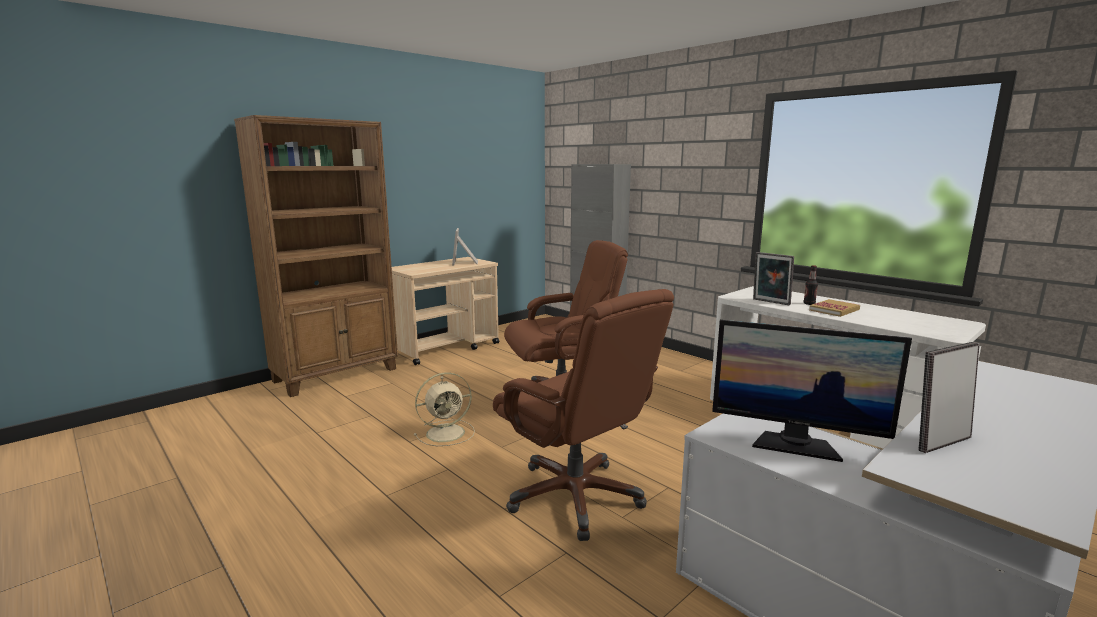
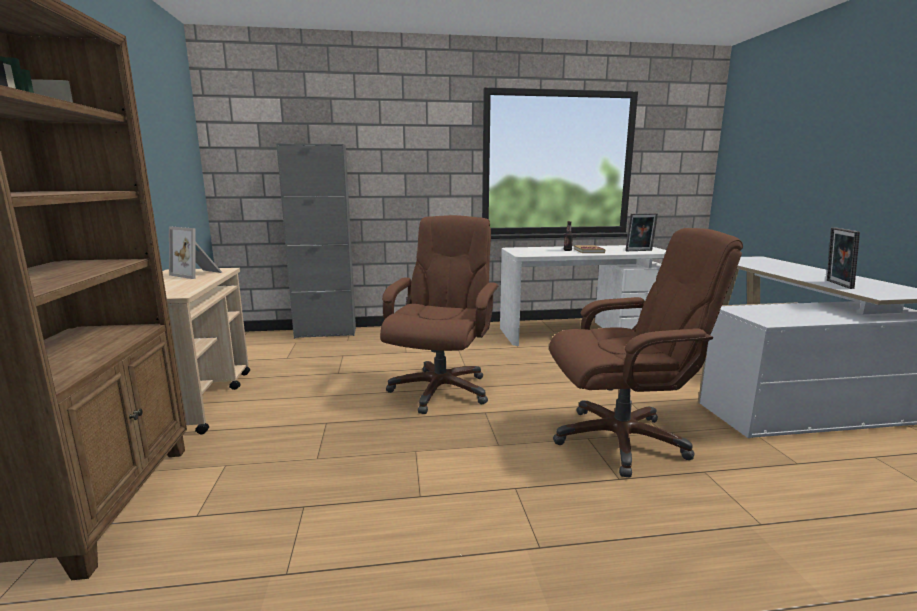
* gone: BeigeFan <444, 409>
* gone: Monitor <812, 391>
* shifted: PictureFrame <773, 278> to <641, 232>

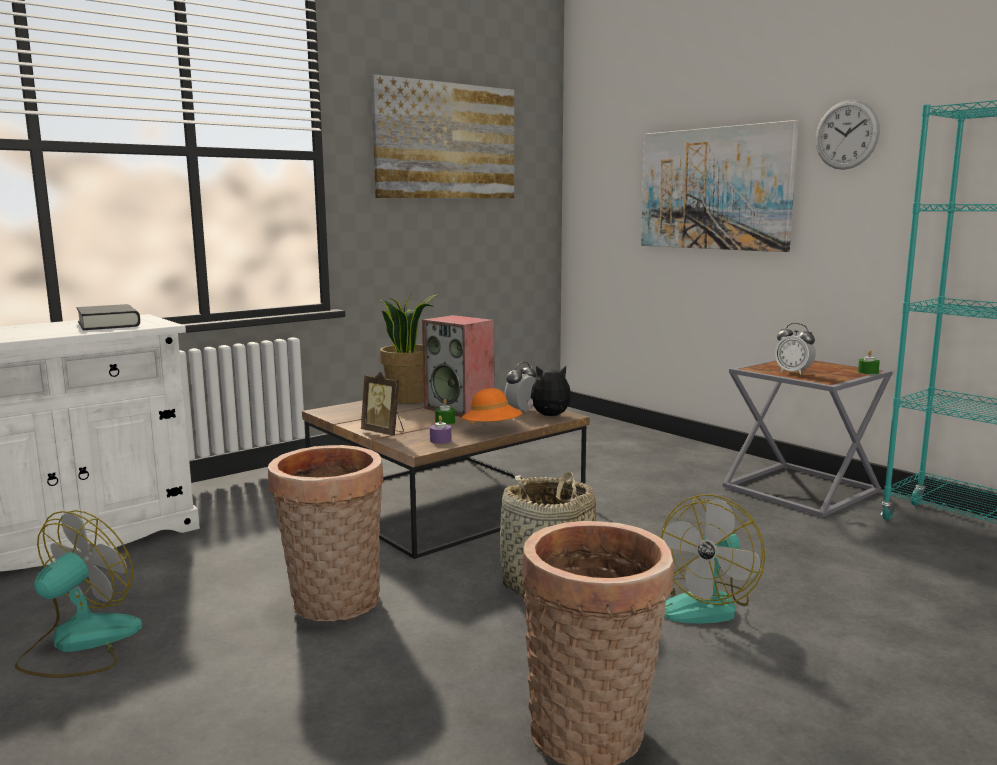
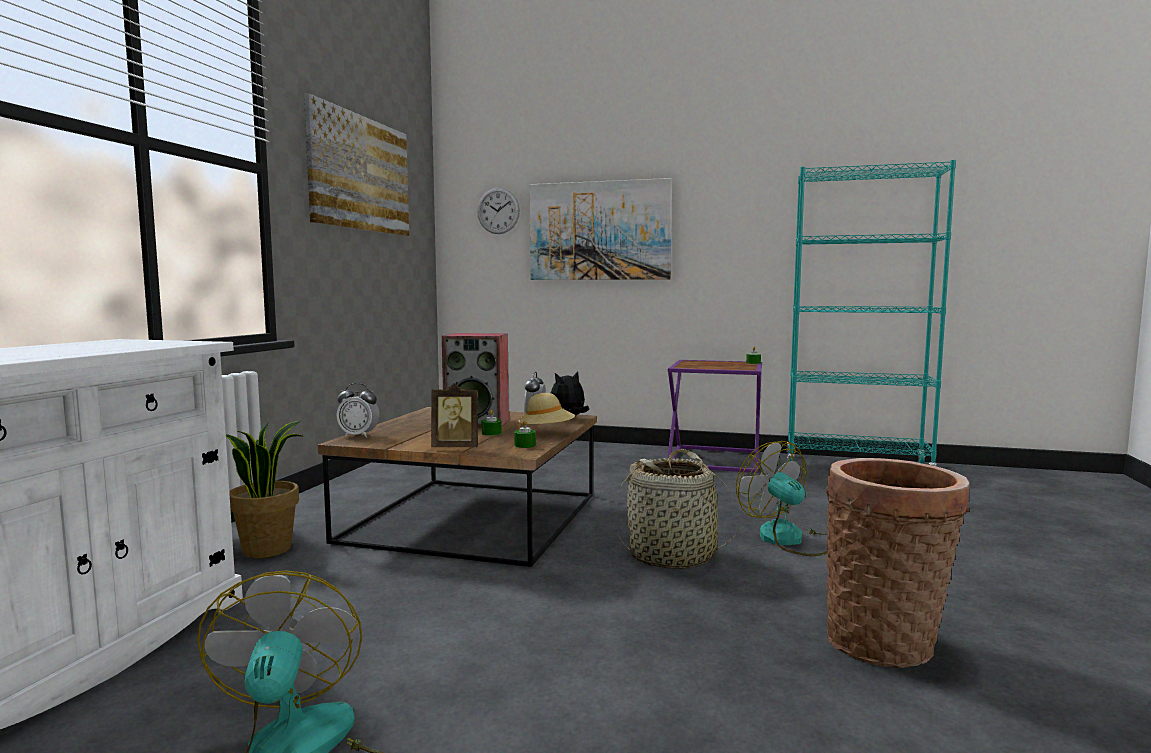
* gone: BlackBook <108, 317>
* gone: Basket <326, 533>
* shifted: PottedPlant <410, 348> to <264, 489>
* shifted: AlarmClock <795, 349> to <358, 410>
* shifted: WallClock <847, 135> to <498, 211>
* repainted: PurpleCandle <440, 430> to GreenCandle <525, 434>
* repainted: OrangeHat <492, 406> to BeigeHat <547, 411>
* repainted: GreySideTable <808, 438> to PurpleSideTable <714, 416>
* rotated: Fan <713, 559> = <782, 498> 150 degrees clockwise

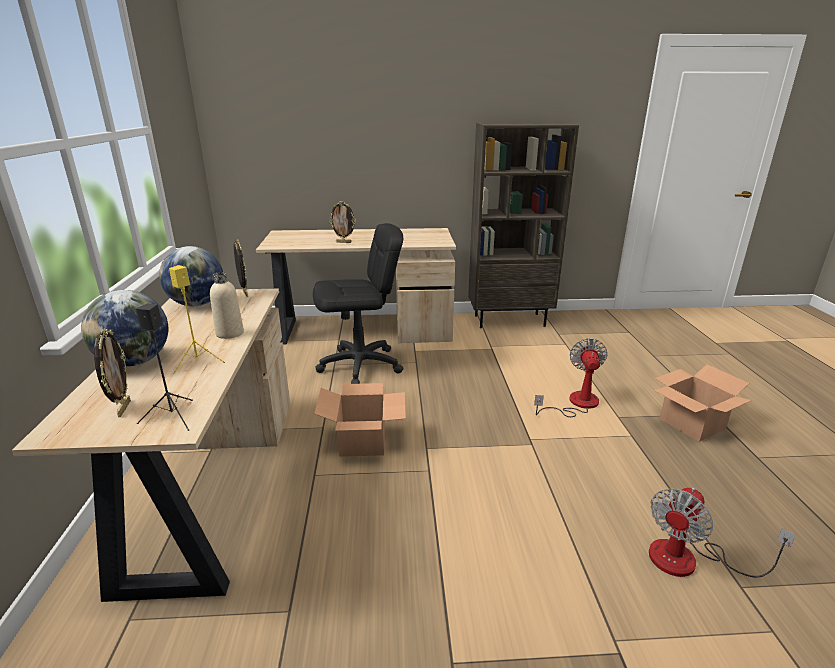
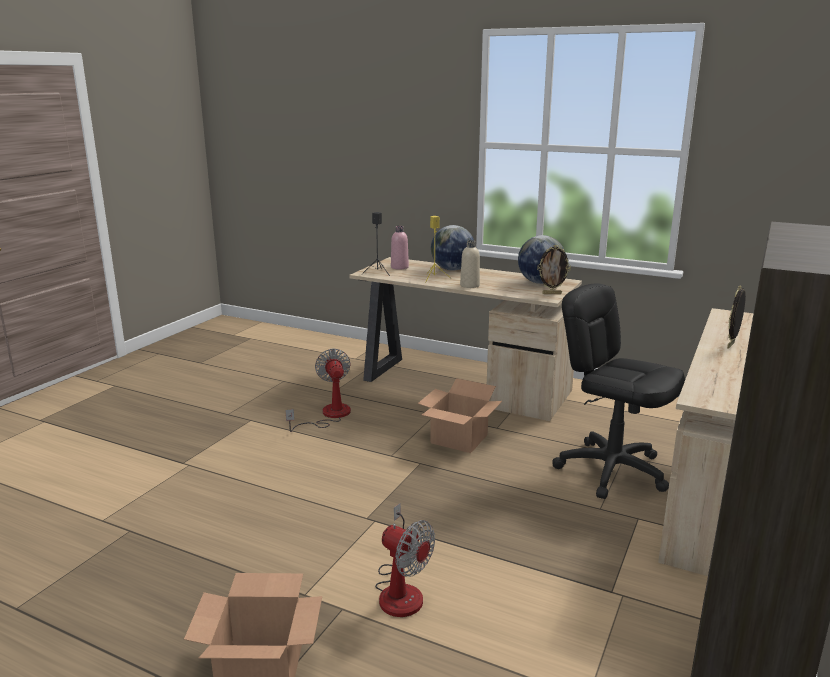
* shifted: Fan <722, 533> to <318, 390>
* swapped: PictureFrame <112, 372> to PinkBottle <400, 248>
* rotated: BlackOfficeChair <358, 303> = <618, 391> 120 degrees clockwise

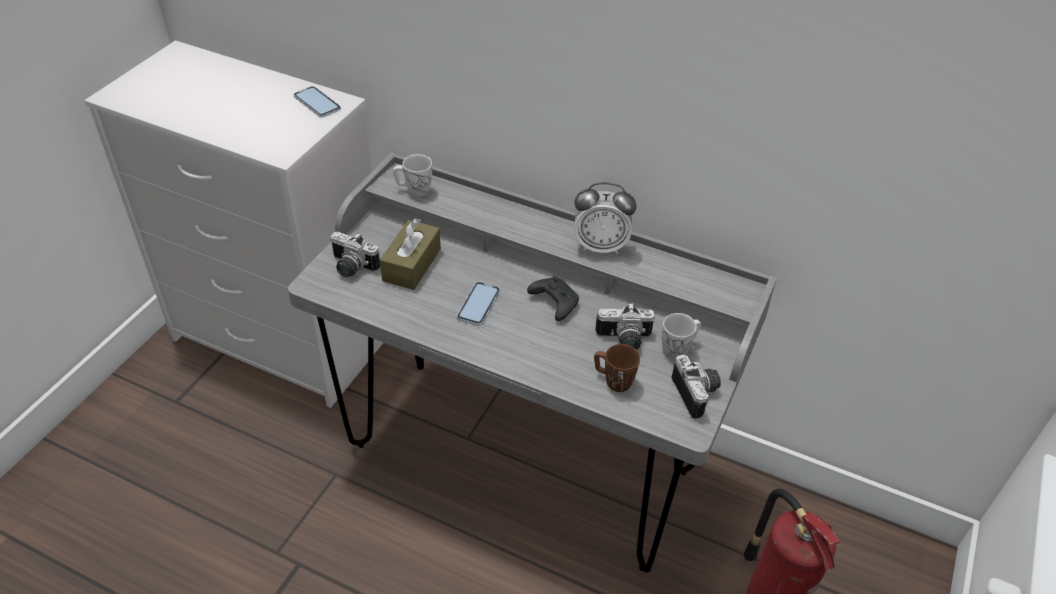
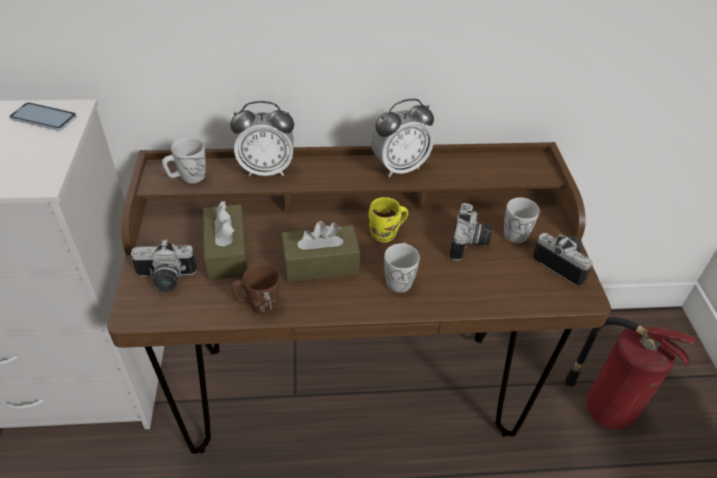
* new: AlarmClock <262, 139>
* new: WhiteMug <402, 268>
* shifted: BrownMug <617, 368> to <255, 289>
* swapped: Phone <478, 304> to BrownTissueBox <320, 251>
* swapped: BlackGameController <553, 298> to YellowMug <388, 219>
* repainted: GreyDesk <532, 362> to BrownDesk <359, 298>
* rotated: PhotoCamera <625, 326> = <471, 232> 45 degrees counterclockwise

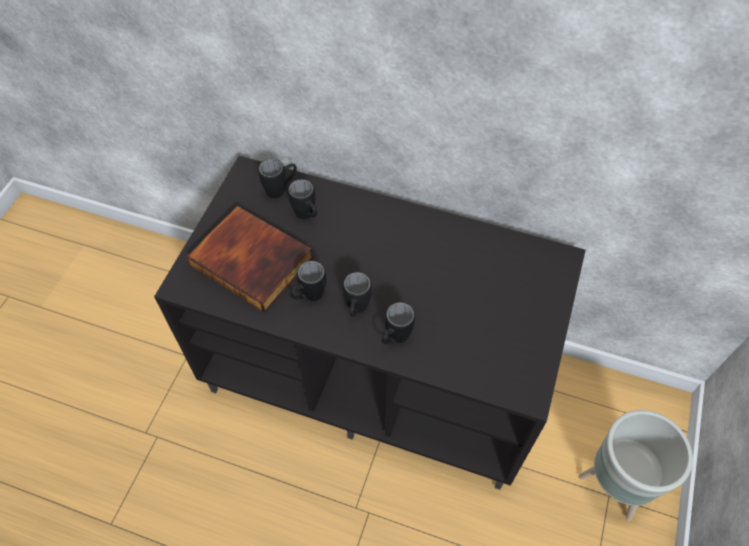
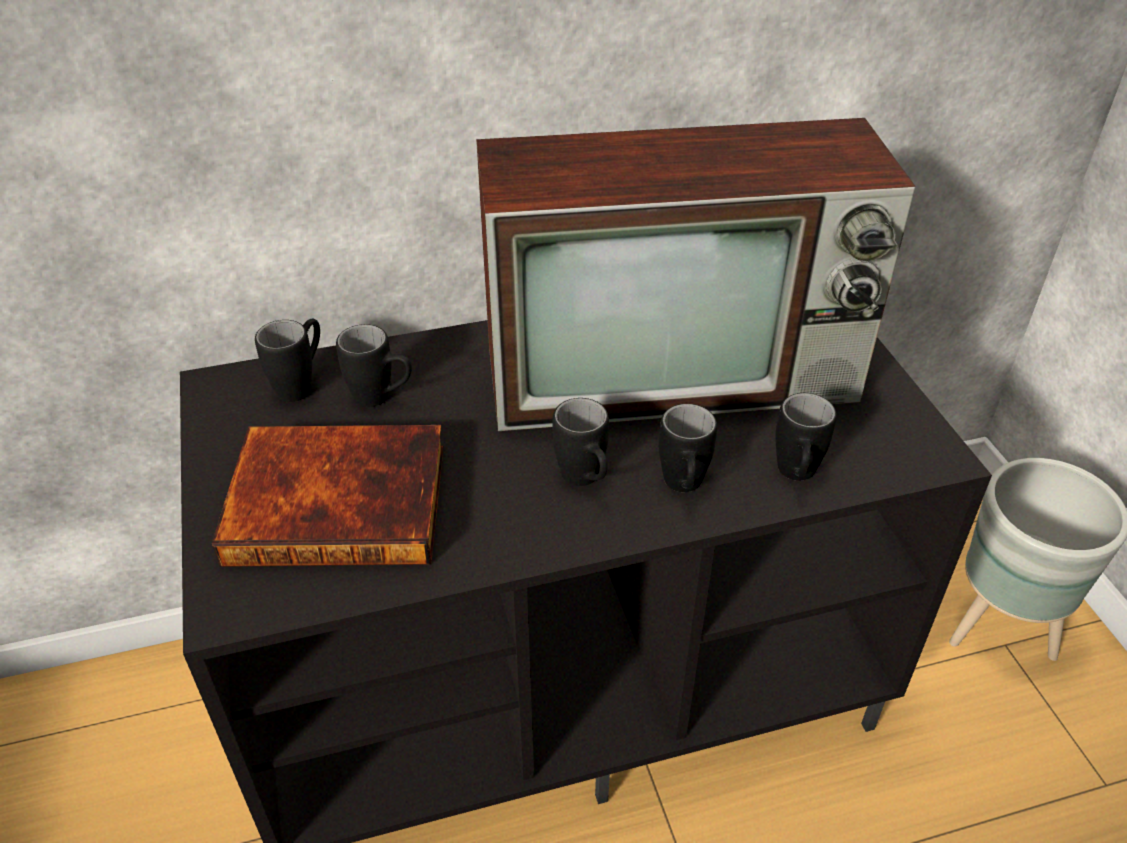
* new: Television <696, 274>
* shifted: BlackMug <308, 281> to <806, 437>

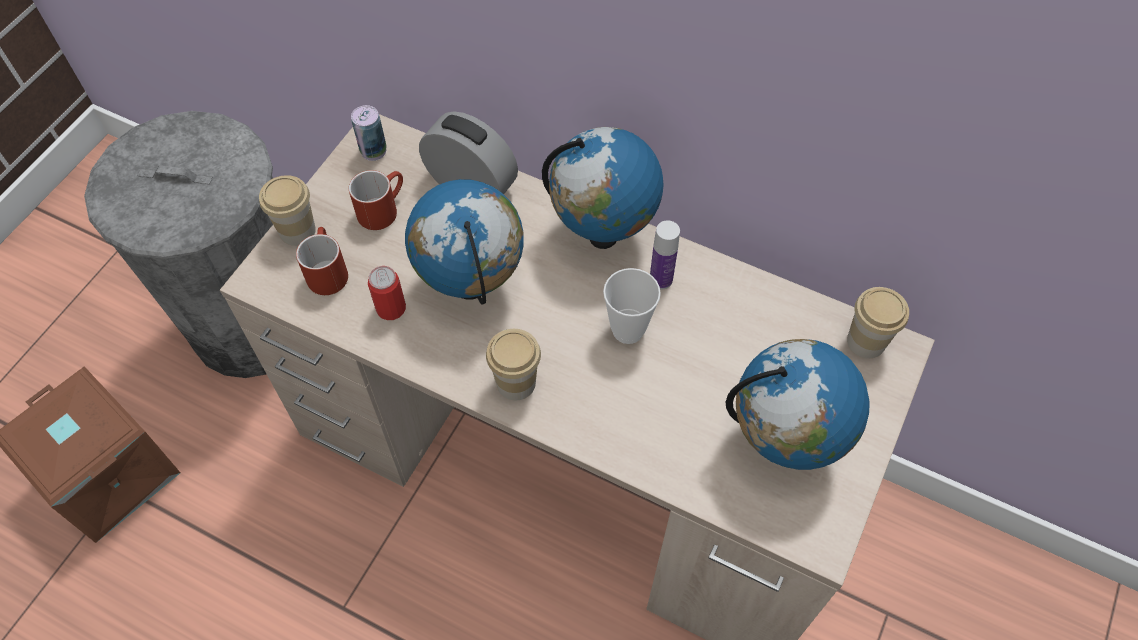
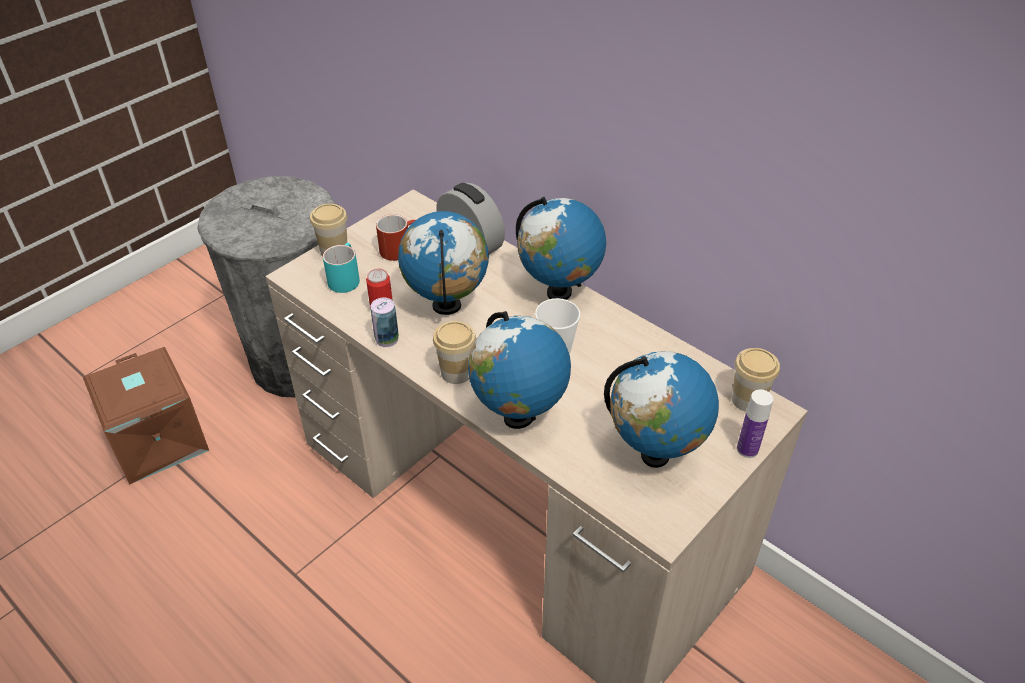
* new: Globe <519, 370>
* shifted: Can <369, 133> to <385, 322>
* shifted: Bottle <665, 254> to <755, 423>
* repainted: RedMug <322, 261> to TurquoiseMug <341, 268>

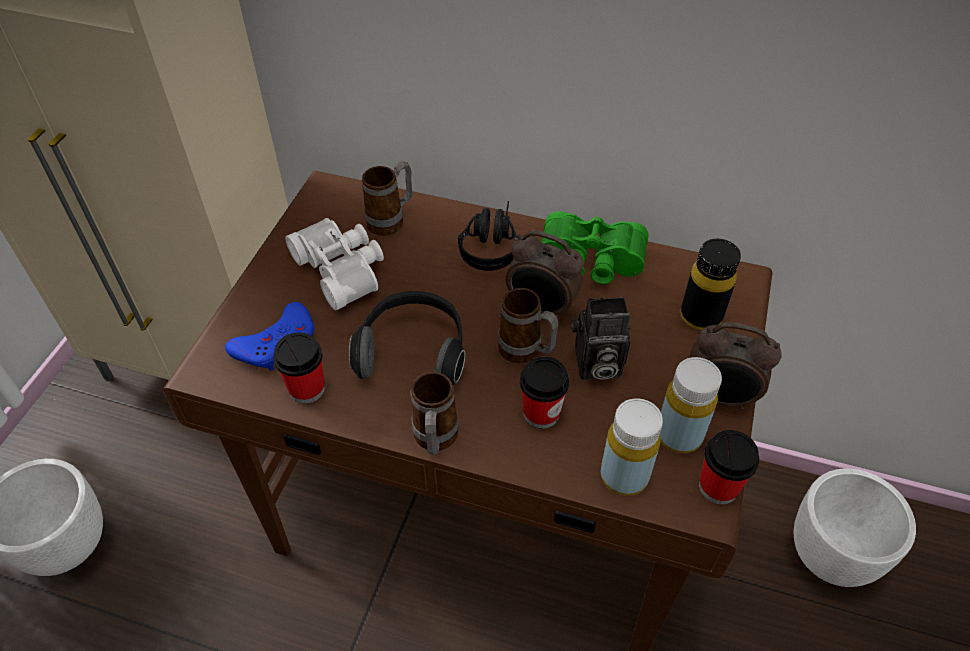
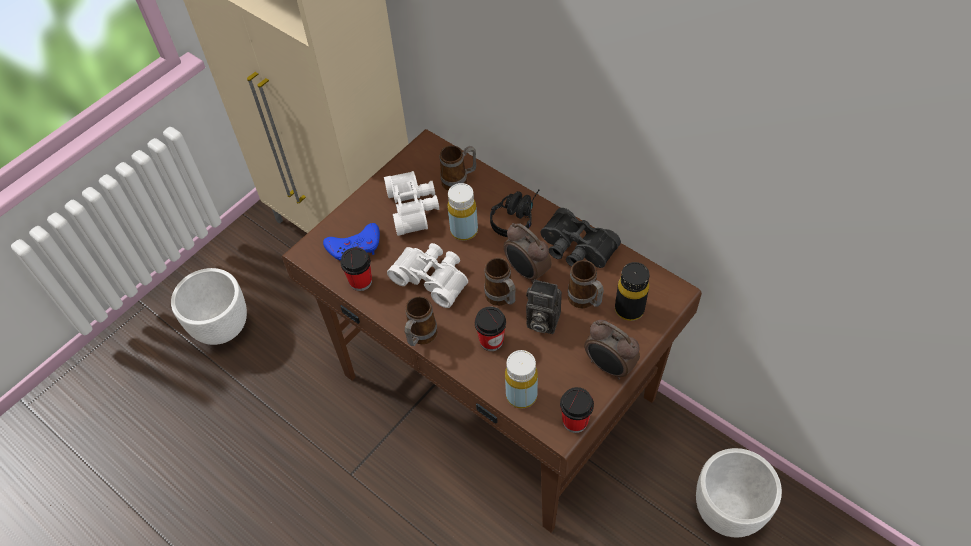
* new: Mug <586, 284>
* shifted: YellowBottle <691, 405> to <462, 211>
* swapped: Headphones <407, 338> to WhiteBinoculars <427, 275>
* repainted: GreenBinoculars <595, 247> to BlackBinoculars <581, 238>

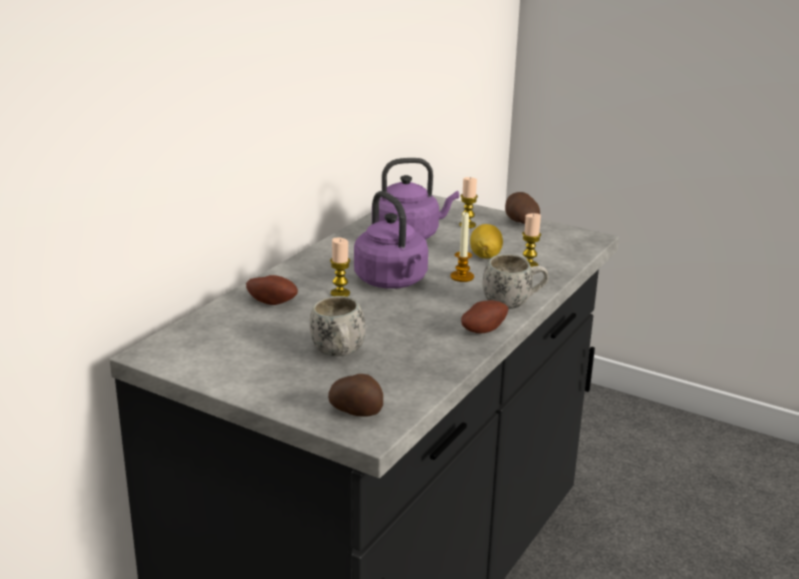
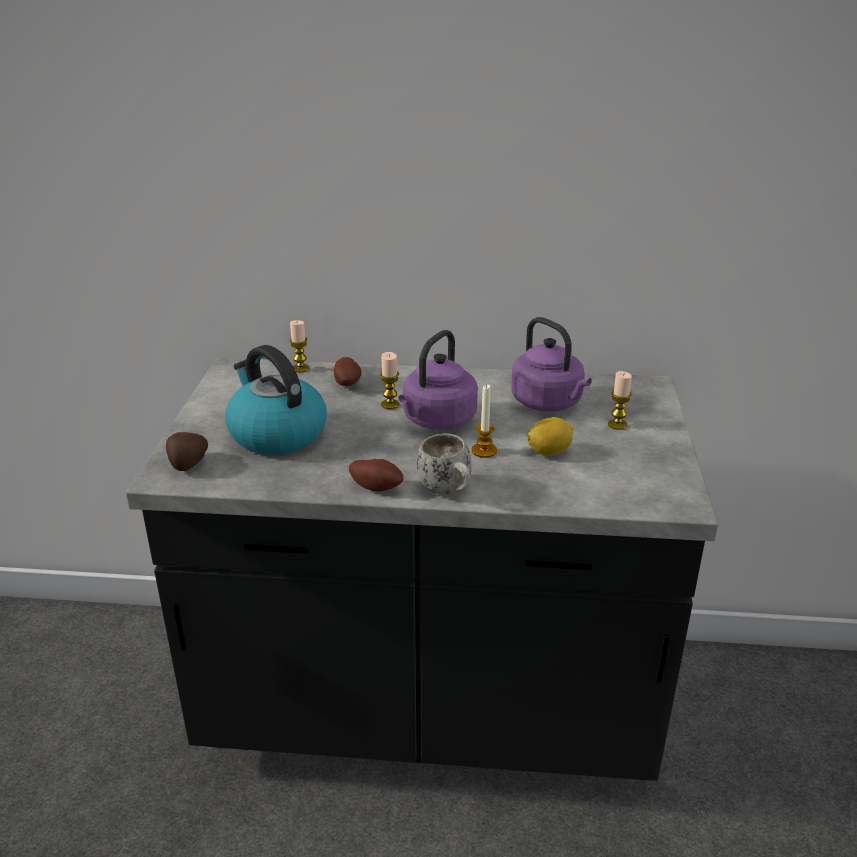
* gone: Potato <522, 208>
* shifted: Candle <531, 240> to <299, 346>
* swapped: WhiteMug <338, 326> to Kettle <276, 400>

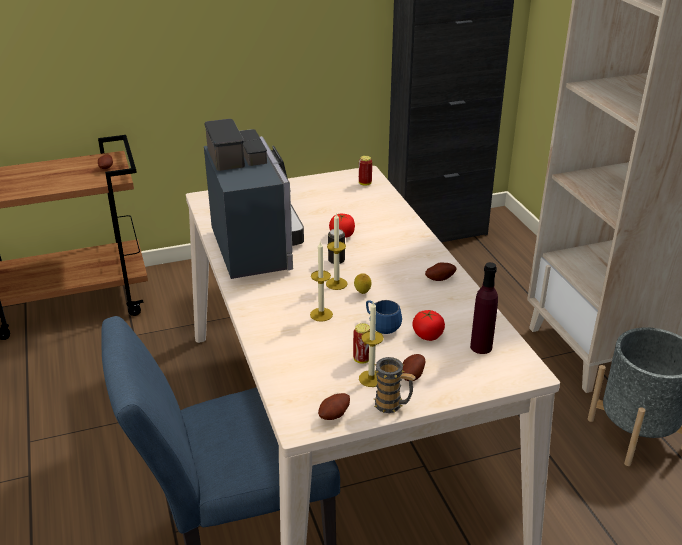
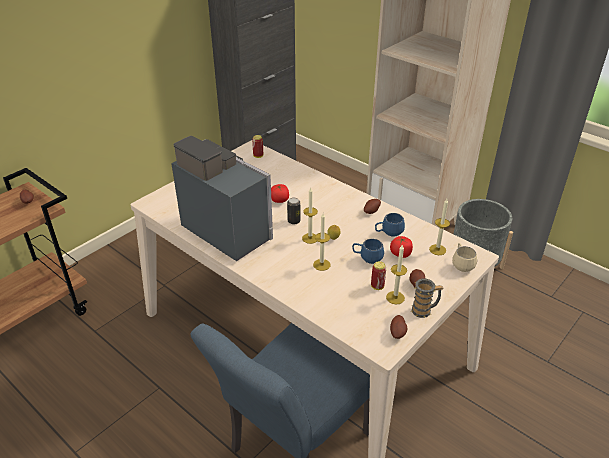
* new: BlueMug <390, 225>
* new: BeigeMug <464, 257>
* swapped: PurpleBottle <484, 308> to Candle <439, 227>

